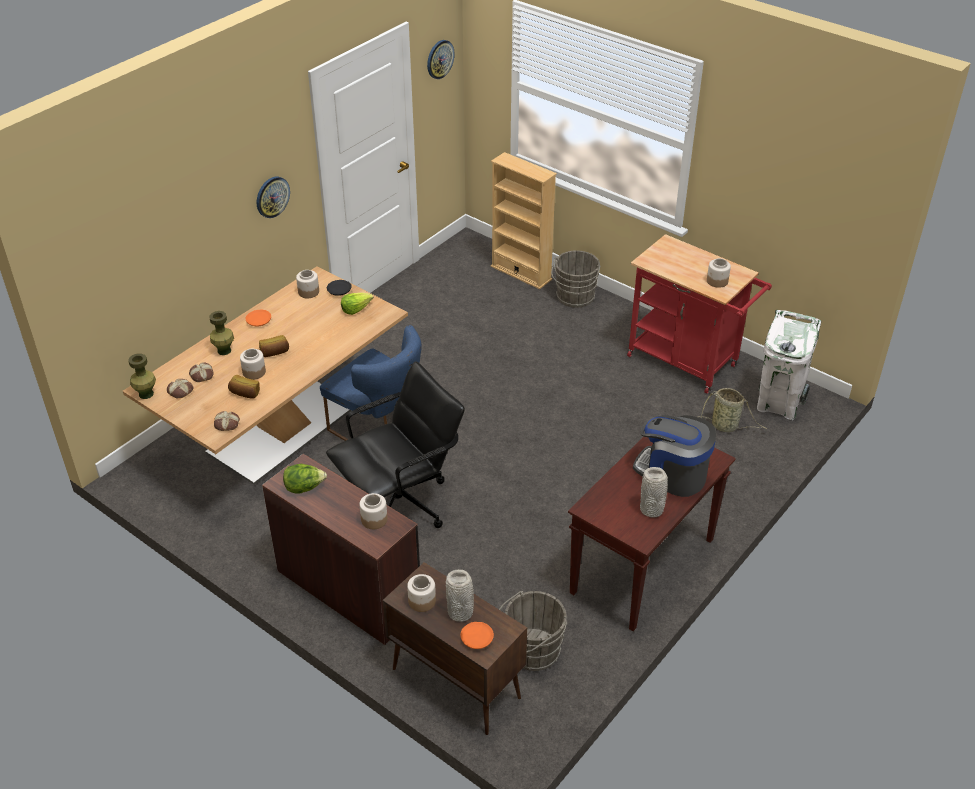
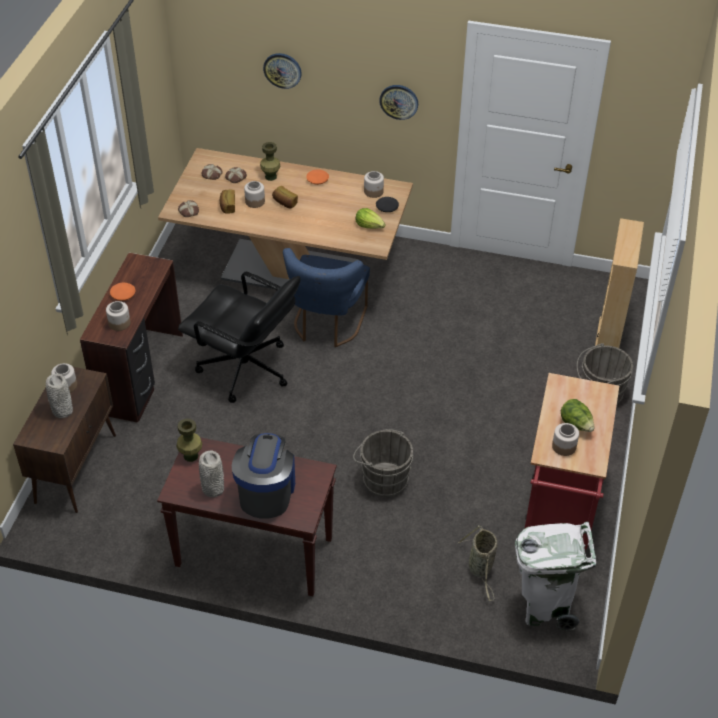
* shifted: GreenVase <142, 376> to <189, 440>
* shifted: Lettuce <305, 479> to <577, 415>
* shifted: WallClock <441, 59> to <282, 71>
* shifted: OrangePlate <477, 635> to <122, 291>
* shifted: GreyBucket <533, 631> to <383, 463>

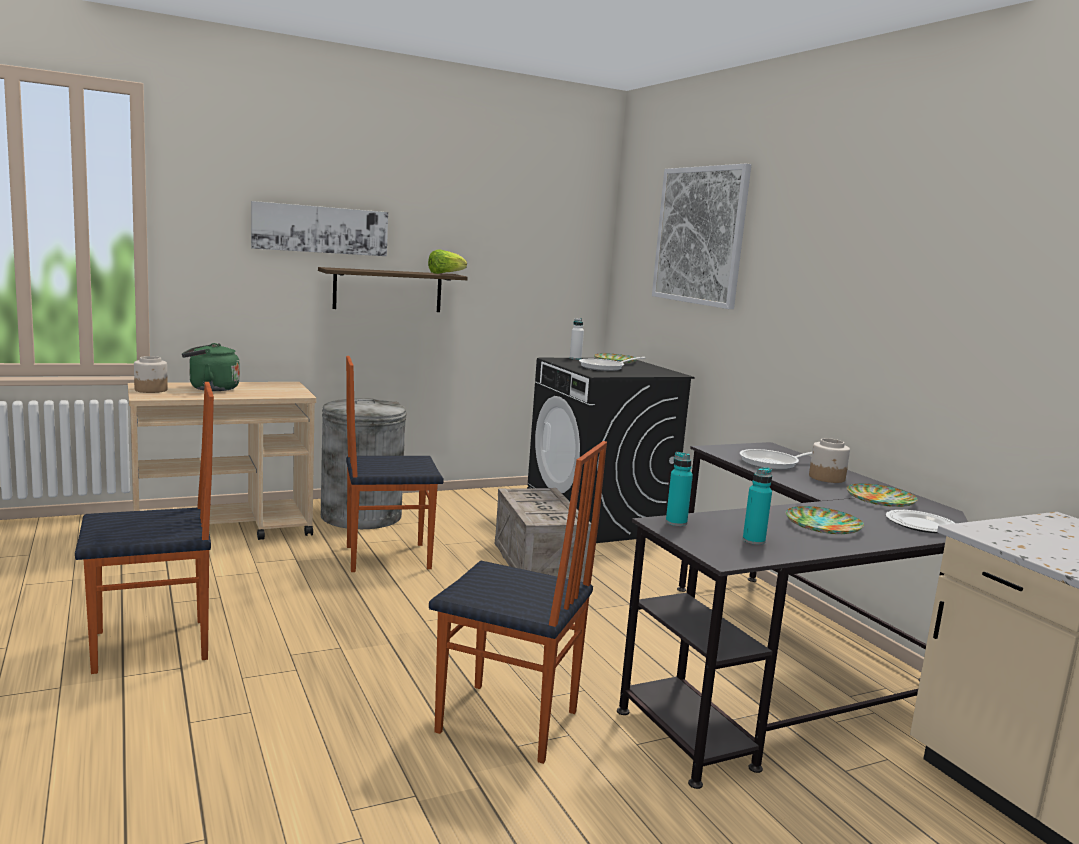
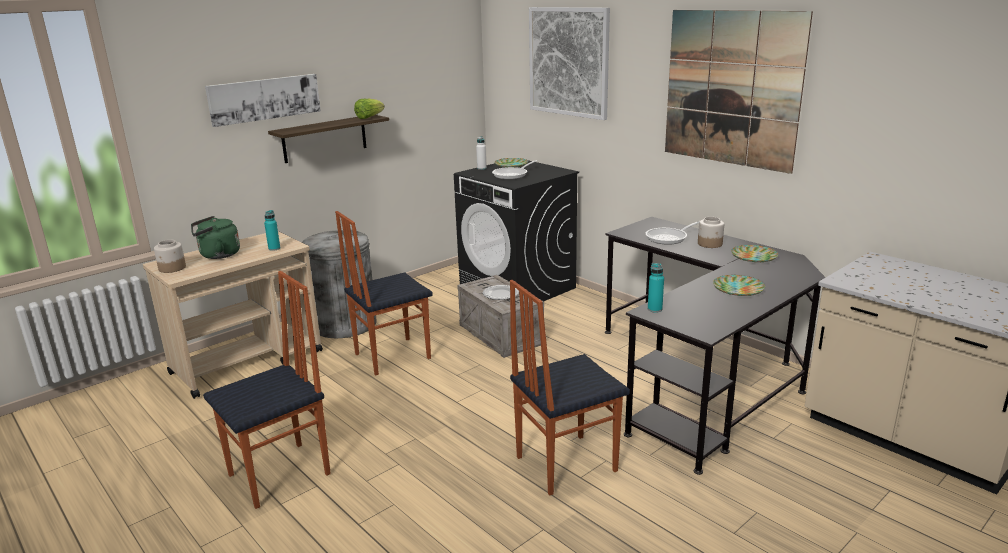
* new: Picture <739, 92>
* shifted: TurquoiseBottle <757, 506> to <272, 230>
* shifted: Plate <920, 521> to <501, 292>
* rotated: Chair <518, 602> = <570, 387> 150 degrees clockwise

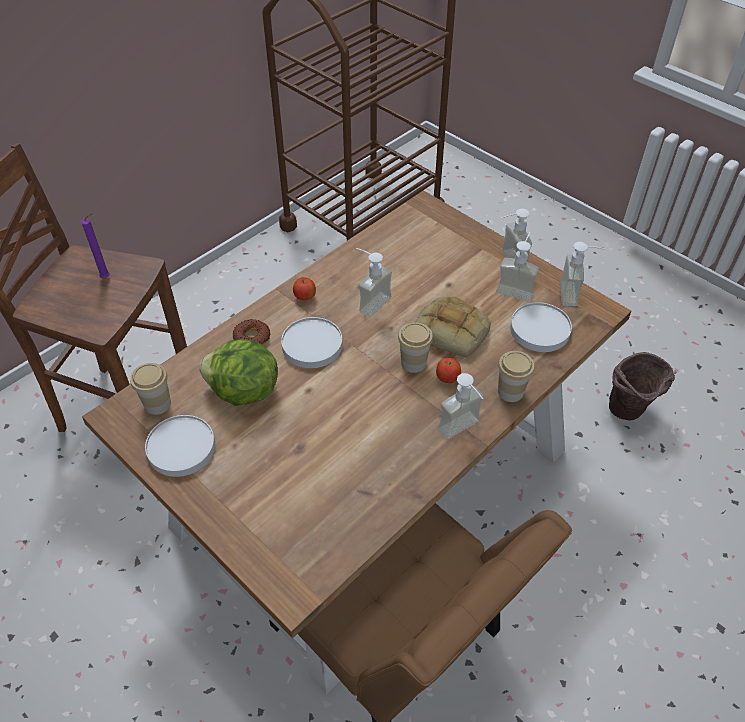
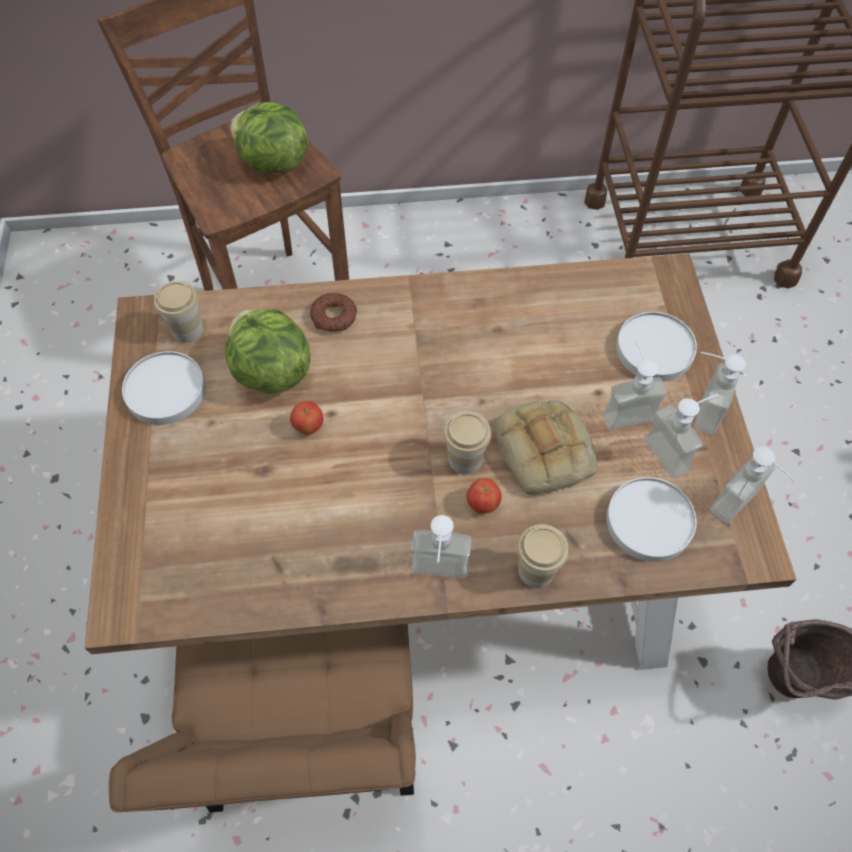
* shifted: WhitePlate <311, 342> to <656, 347>
* shifted: Apple <304, 288> to <306, 418>
* shifted: SoapDispenser <374, 282> to <635, 385>
* swapped: PurpleCandle <95, 245> to Lettuce <269, 137>

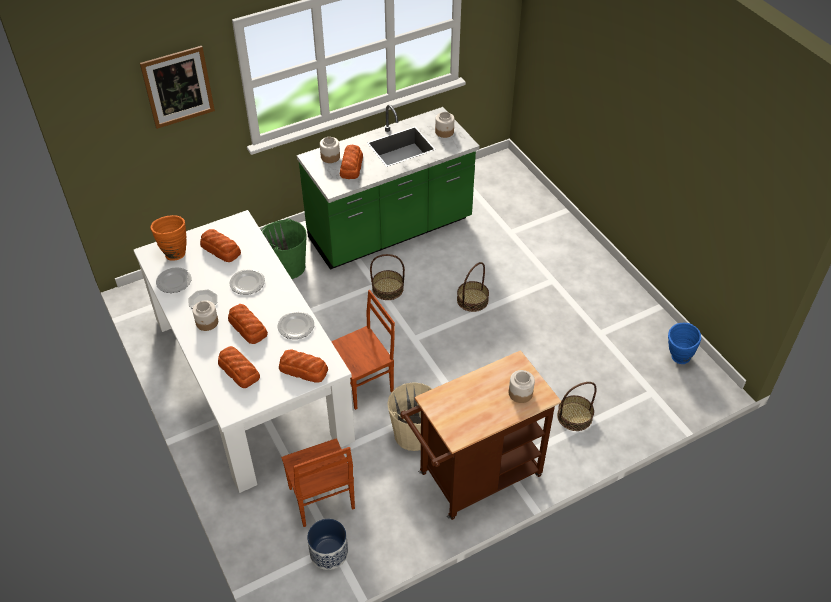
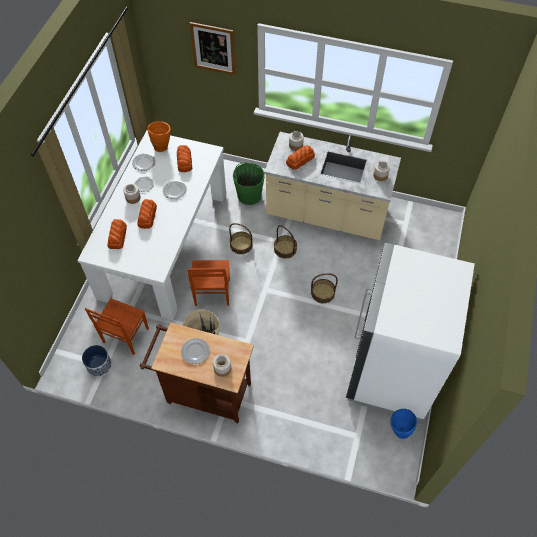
* gone: Bread <303, 366>
* new: WhiteFridge <410, 332>
* shifted: Plate <295, 325> to <195, 351>
* shifted: Basket <577, 406> to <241, 239>
* repainted: GreenCounter <388, 187> to BeigeCounter <332, 186>
* rotated: BrownChair <363, 350> = <209, 283> 75 degrees clockwise

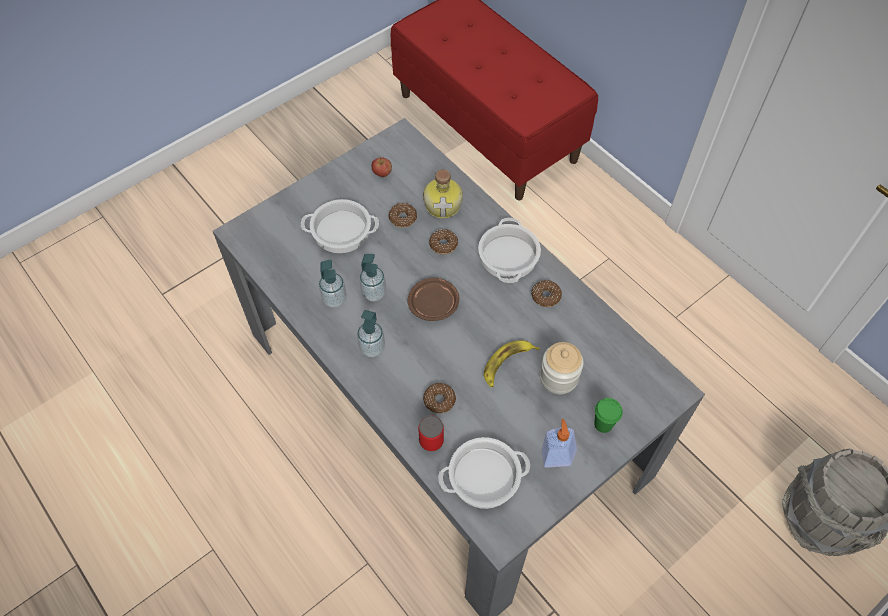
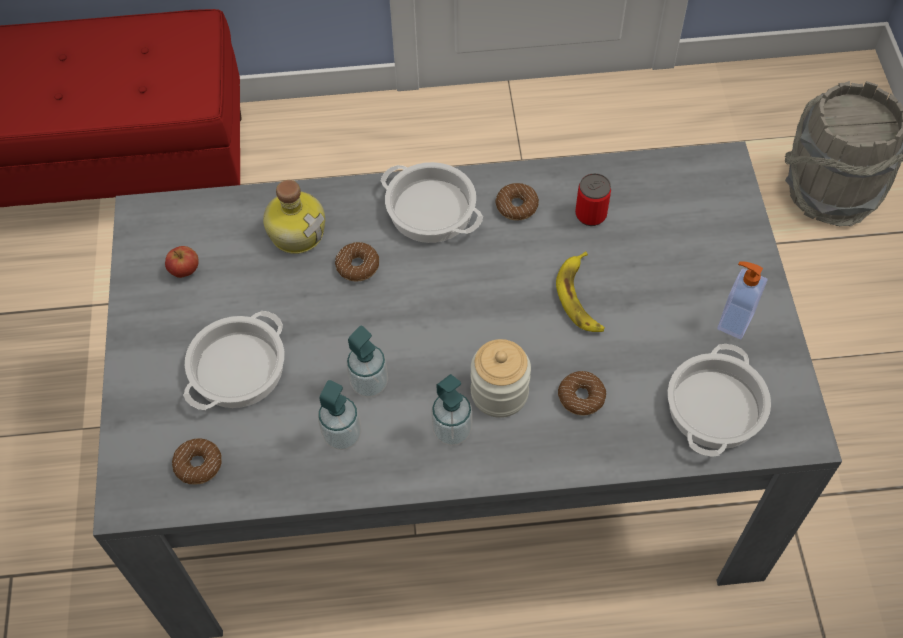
* gone: BrownPlate <434, 299>
* gone: GreenCup <608, 415>
* shifted: Donut <402, 215> to <196, 461>
* shifted: Can <431, 433> to <593, 199>
* shifted: Jar <562, 368> to <501, 378>

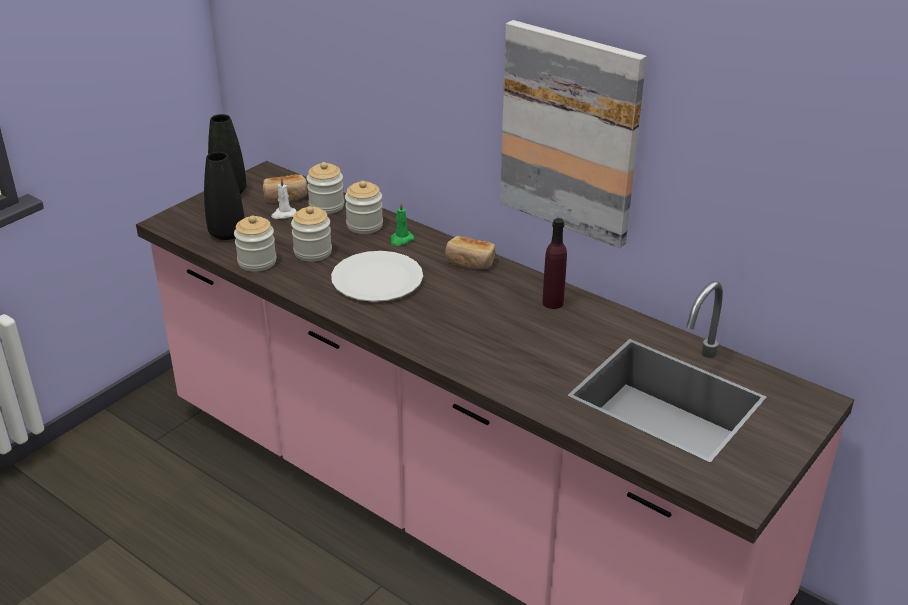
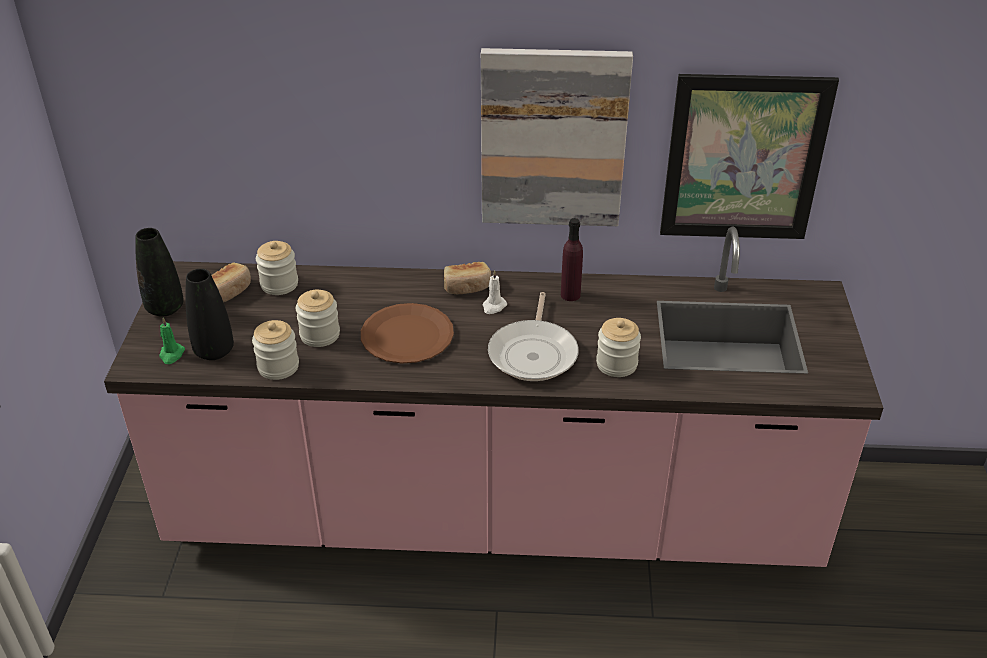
* new: FryingPan <533, 336>
* new: Picture <749, 156>
* shifted: WhiteCandle <284, 198> to <495, 292>
* shifted: Jar <364, 207> to <618, 347>
* shifted: GreenCandle <402, 224> to <172, 341>
* repainted: WhitePlate <377, 276> to BrownPlate <407, 333>

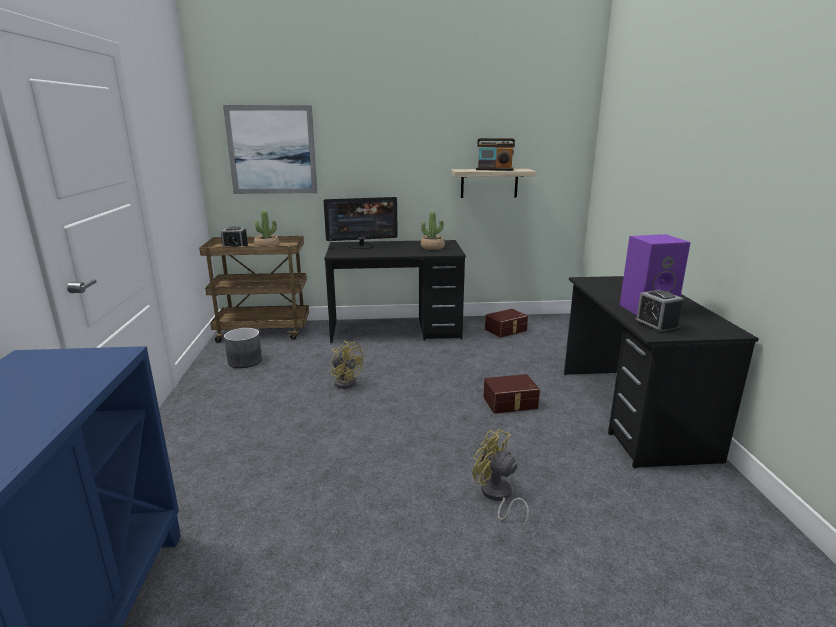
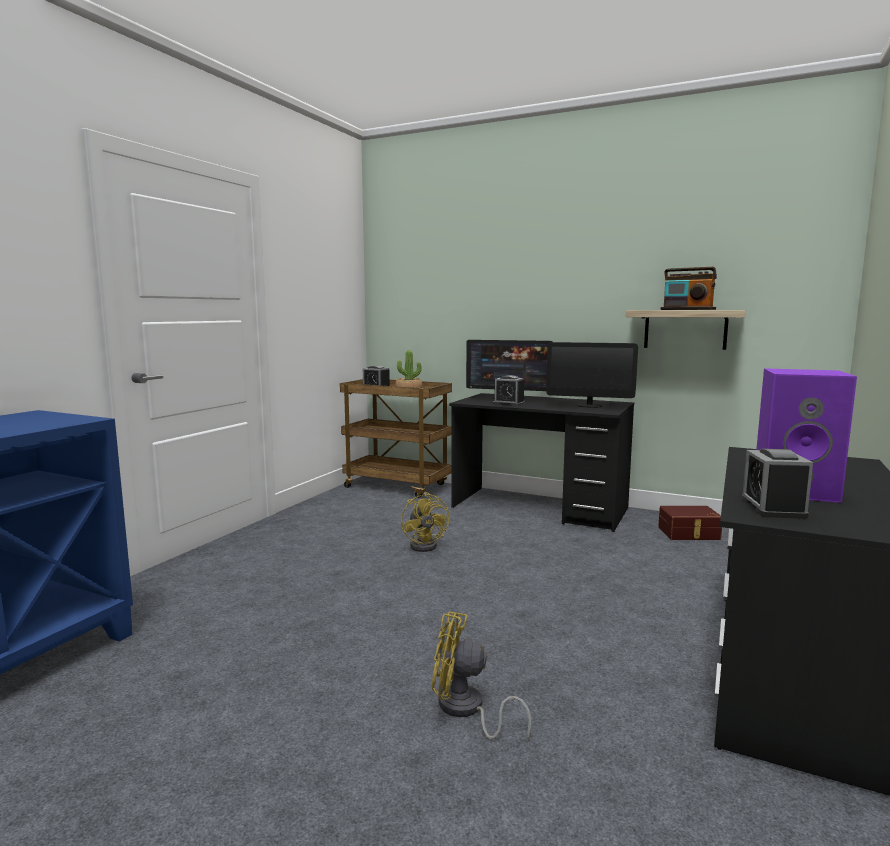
* gone: Picture <270, 149>
* gone: GreyPlanter <243, 348>
* gone: BrownStorageBox <511, 394>
* new: AlarmClock <509, 390>
* swapped: PottedPlant <433, 230> to Monitor <592, 375>
* rotated: YellowFan <500, 479> = <482, 676> 60 degrees counterclockwise

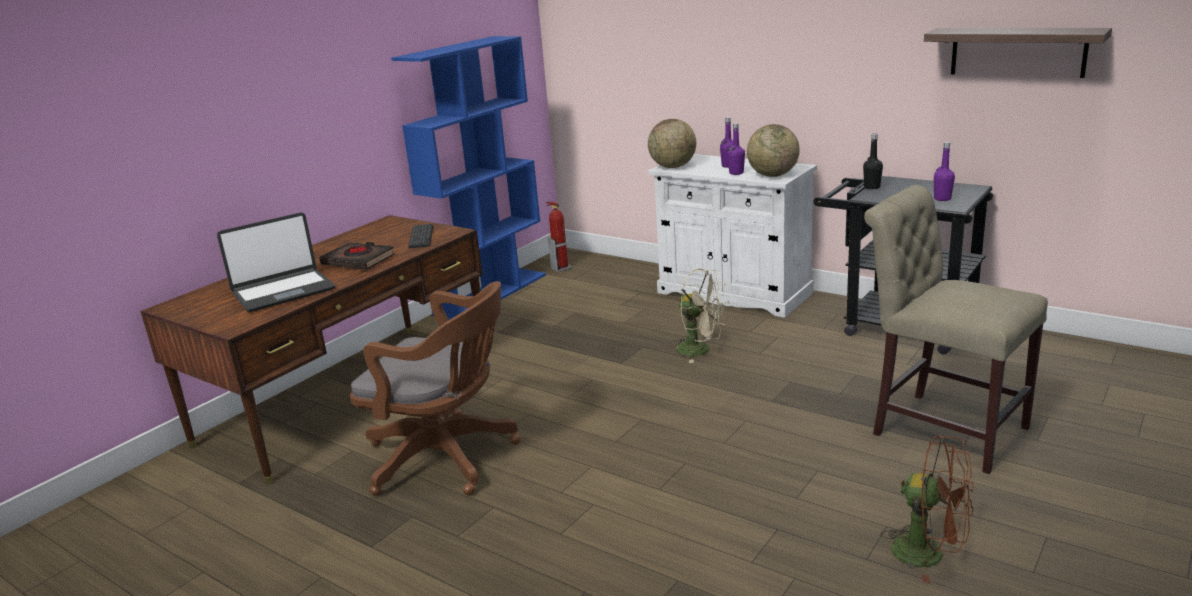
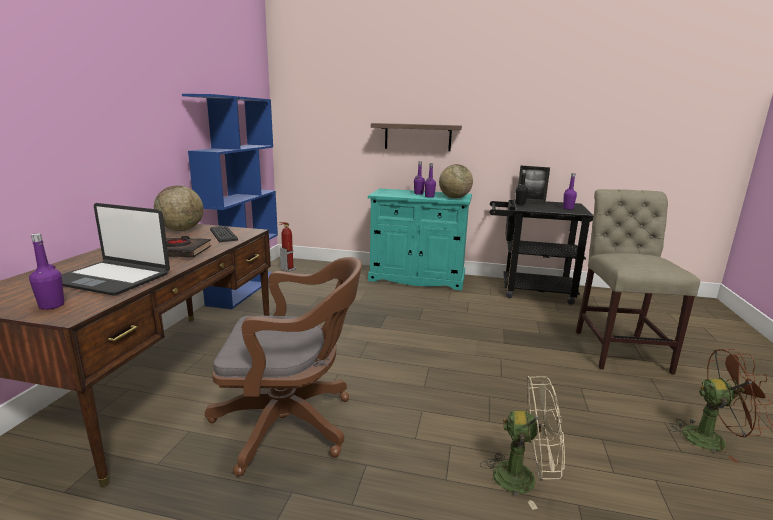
* new: PurpleBottle <46, 271>
* new: PictureFrame <534, 184>
* shifted: Globe <672, 143> to <178, 208>
* shifted: BeigeFan <701, 315> to <522, 443>
* shifted: Shelf <1018, 53> to <416, 137>
* repainted: WhiteCabinet <732, 236> to TurquoiseCabinet <420, 239>
* rotated: Laptop <276, 262> = <115, 249> 75 degrees clockwise
* rotated: BeigeChair <956, 329> = <638, 282> 75 degrees clockwise

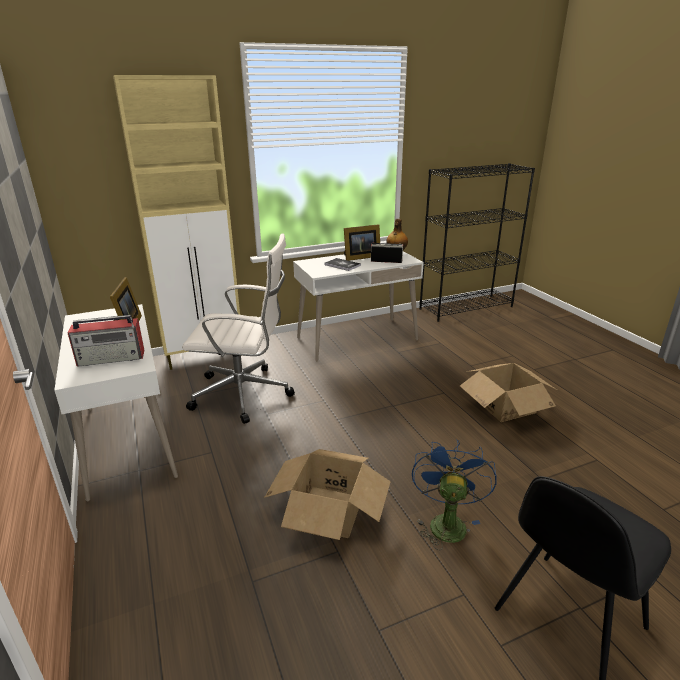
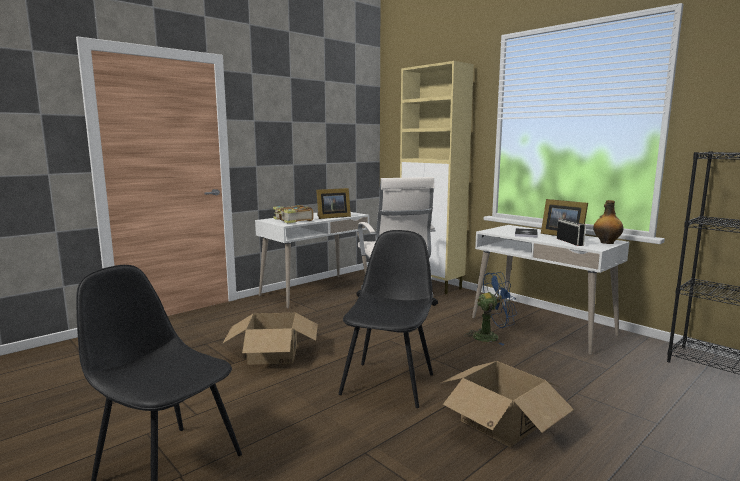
* new: BlackChair <386, 319>
* shifted: BlueFan <454, 494> to <491, 308>
* swapped: Radio <105, 340> to Book <293, 214>

